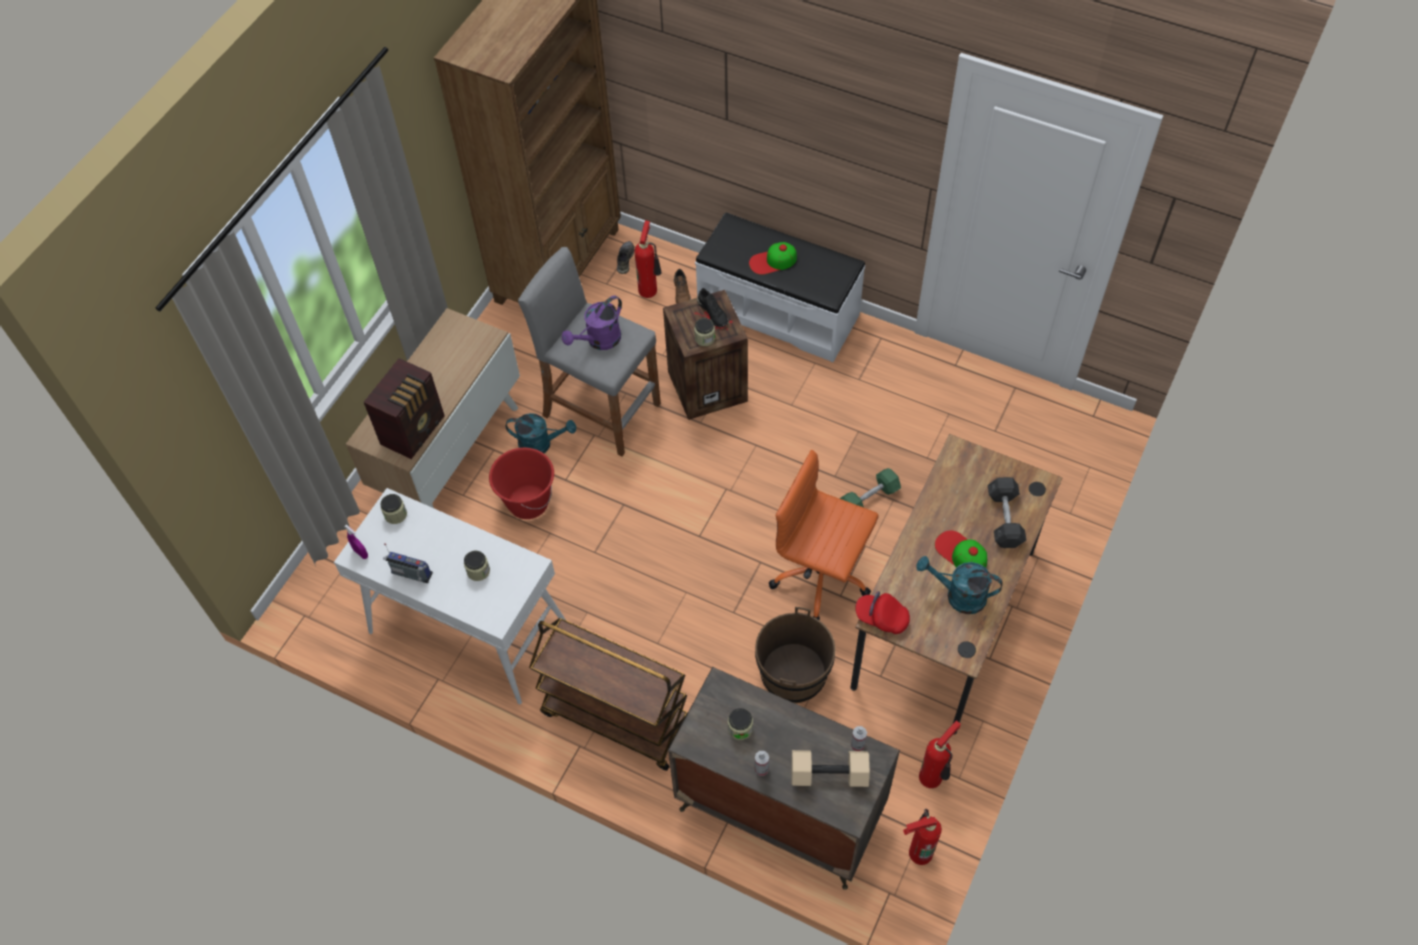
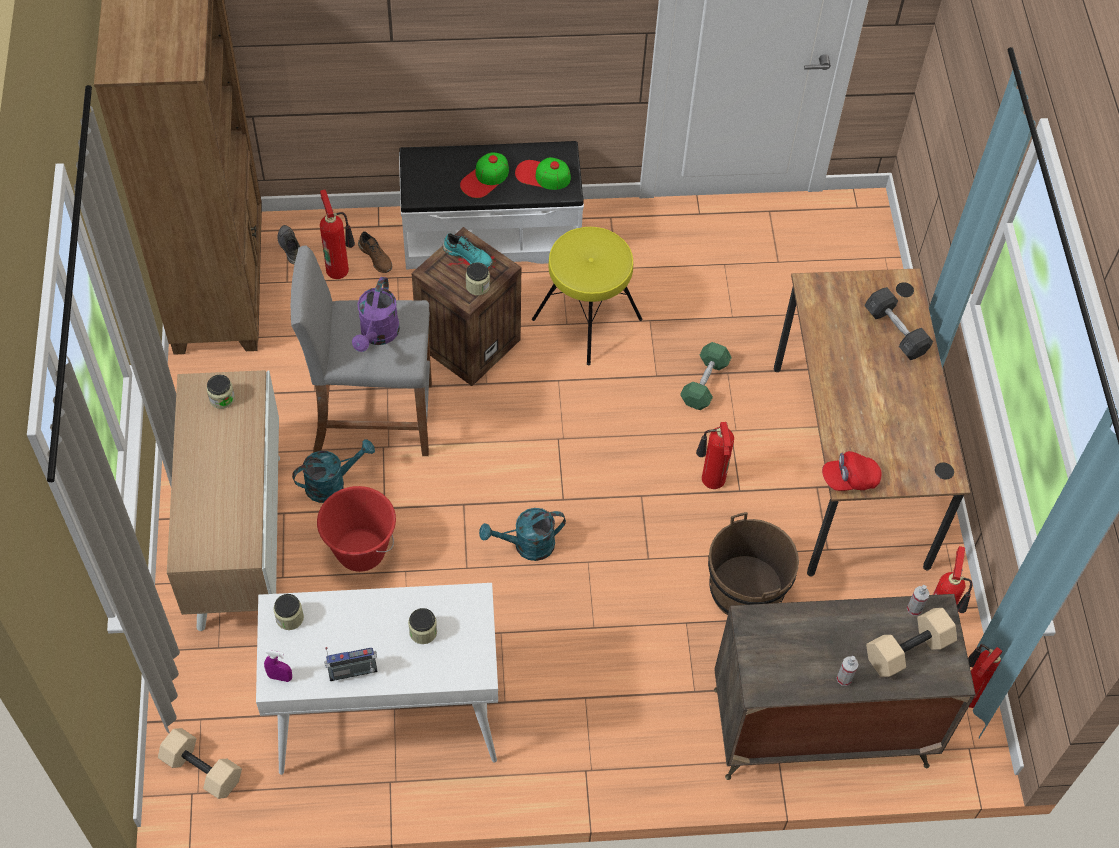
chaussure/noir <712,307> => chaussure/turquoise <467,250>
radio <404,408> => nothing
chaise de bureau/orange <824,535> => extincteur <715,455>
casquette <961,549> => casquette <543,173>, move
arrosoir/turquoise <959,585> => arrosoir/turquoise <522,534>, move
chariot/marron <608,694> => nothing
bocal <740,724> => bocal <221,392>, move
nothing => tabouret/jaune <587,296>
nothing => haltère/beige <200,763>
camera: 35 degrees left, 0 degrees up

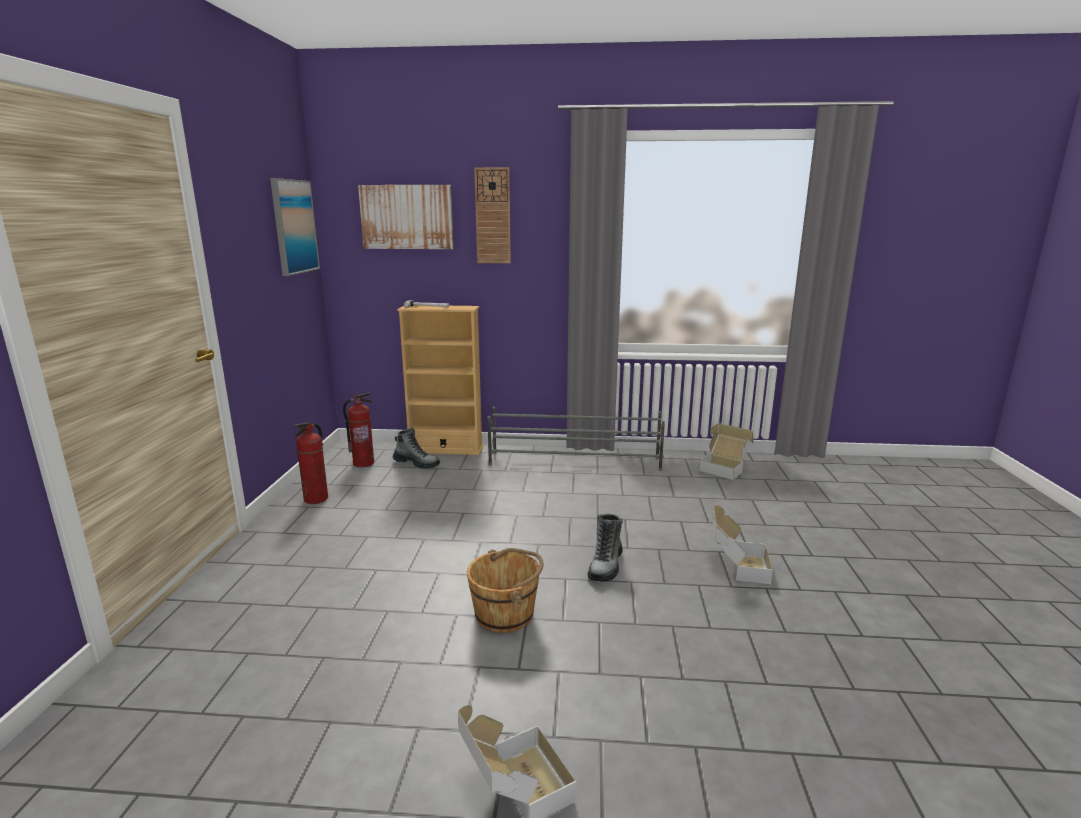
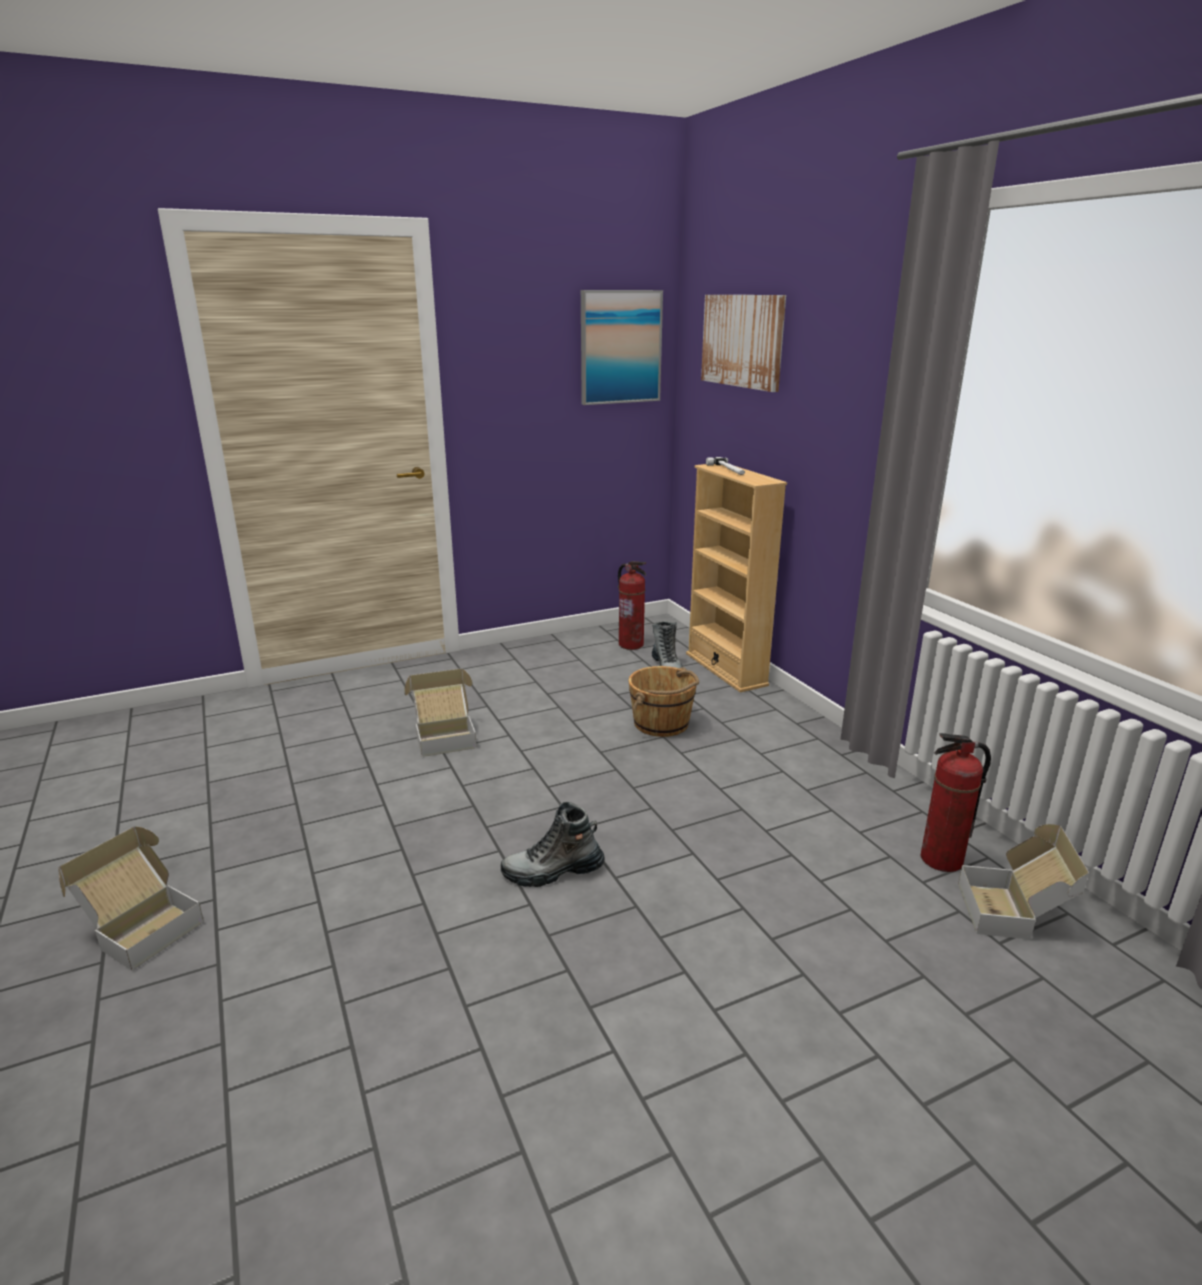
horloge murale <492,215> => nothing
étagère à chaussures/gris <576,439> => nothing
extincteur <311,463> => extincteur <955,802>, move
carton <742,544> => carton <440,712>, move
seau/marron <505,590> => seau/marron <663,701>, move
camera: 60 degrees right, 5 degrees up

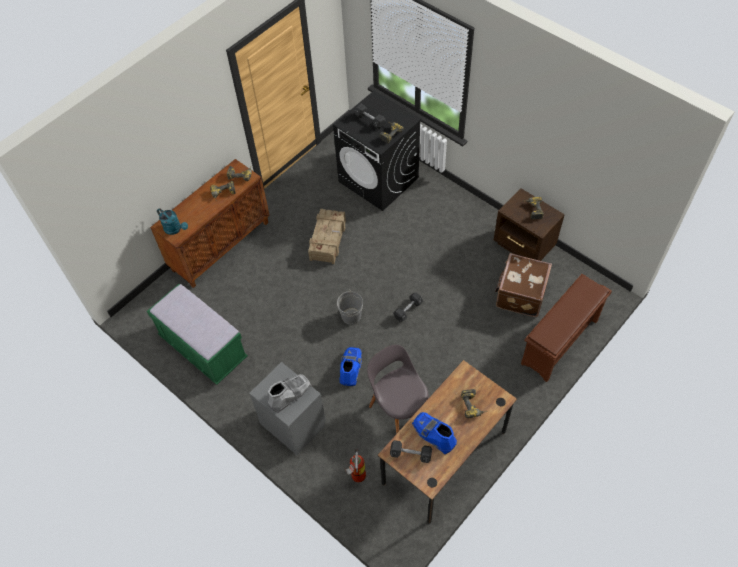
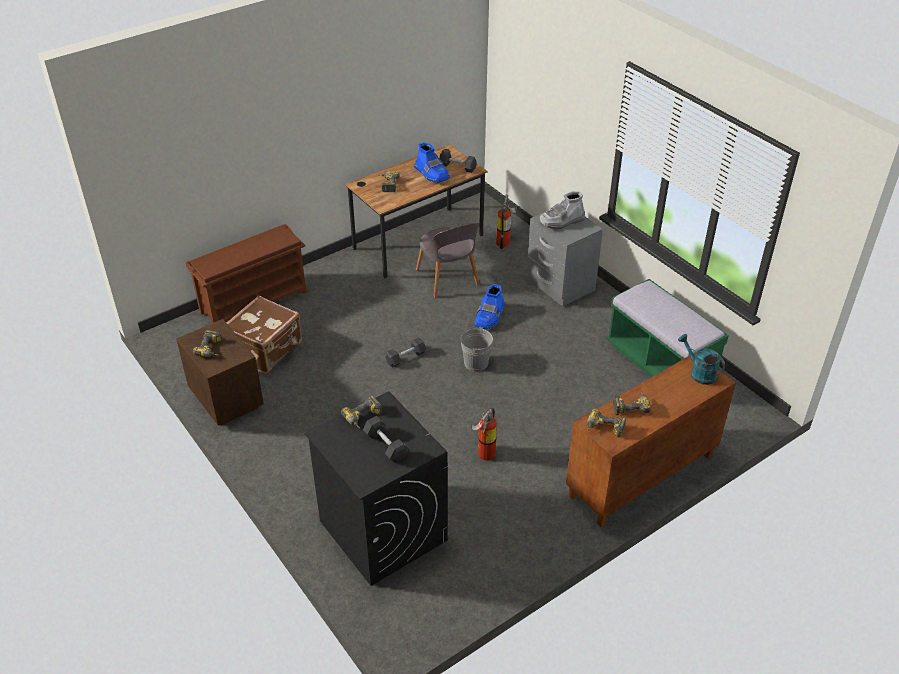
caisse <327,236> => extincteur <484,434>
camera: 170 degrees left, 15 degrees down

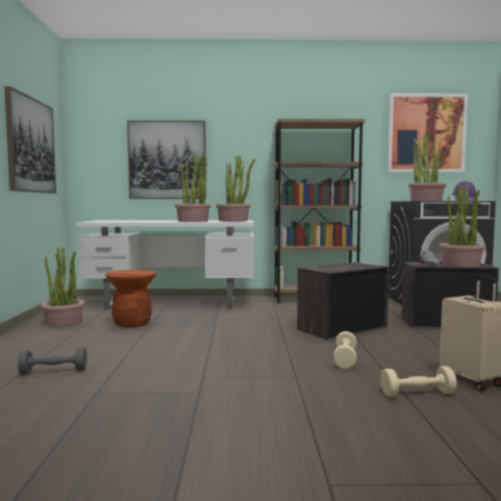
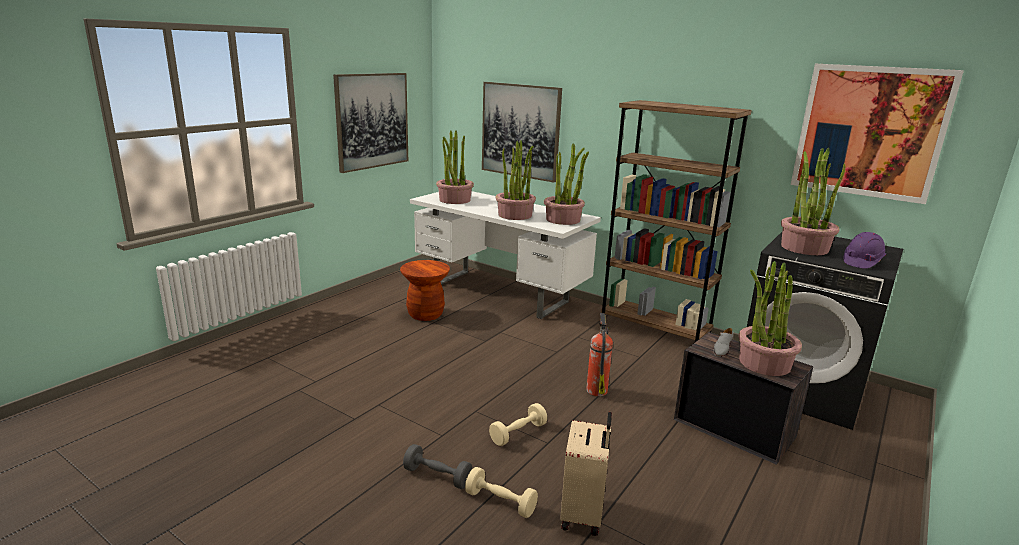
plante en pot <63,287> => plante en pot <455,167>, move
caisse <343,301> => extincteur <599,354>
haltère/gris <52,361> => haltère/gris <437,466>, move
camera: 35 degrees right, 15 degrees up

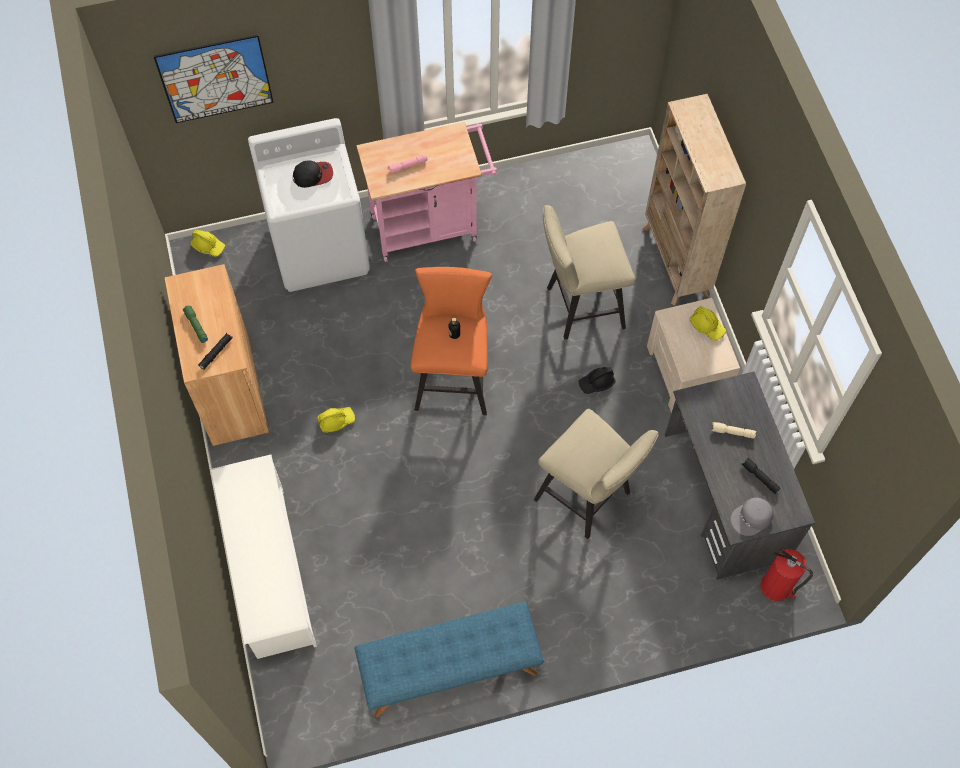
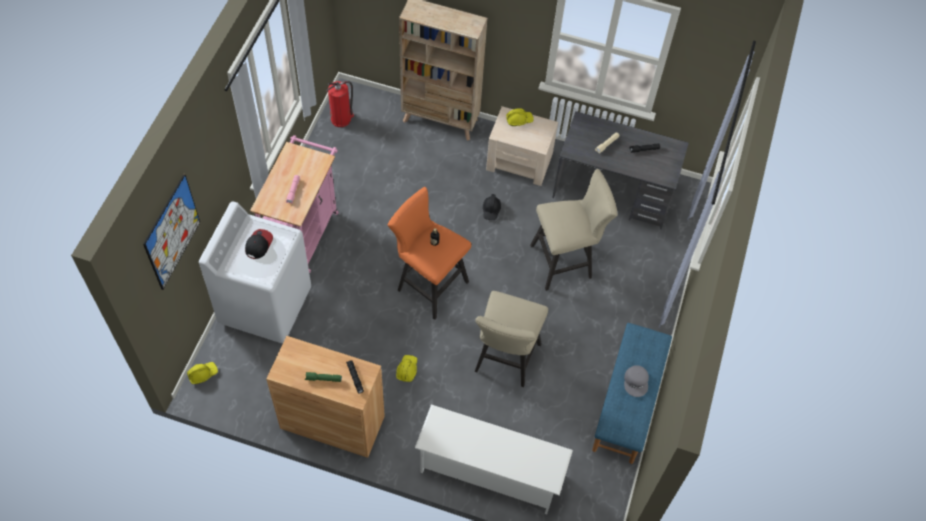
tabouret/beige <589,272> => tabouret/beige <511,339>, move
casquette/gris <752,517> => casquette/gris <636,381>, move
extincteur <786,575> => extincteur <340,104>, move
camera: 60 degrees left, 5 degrees down

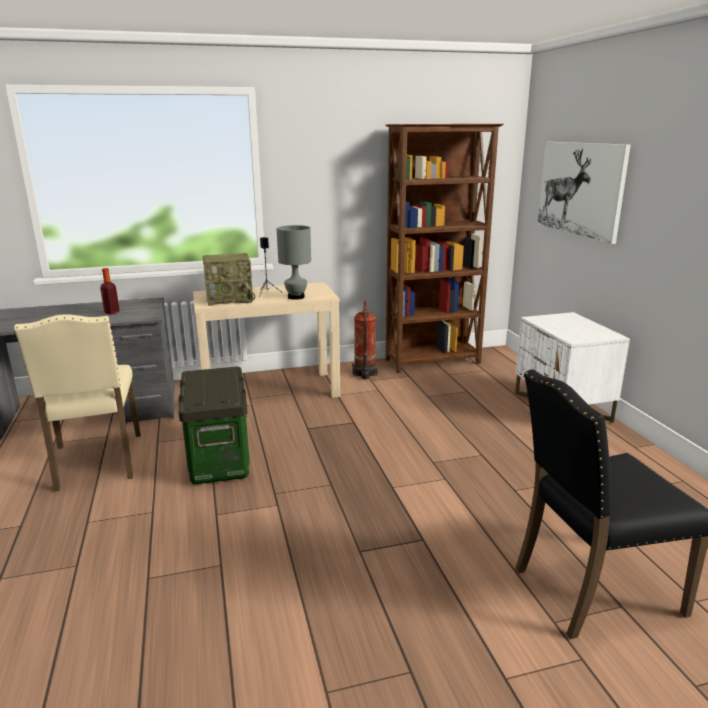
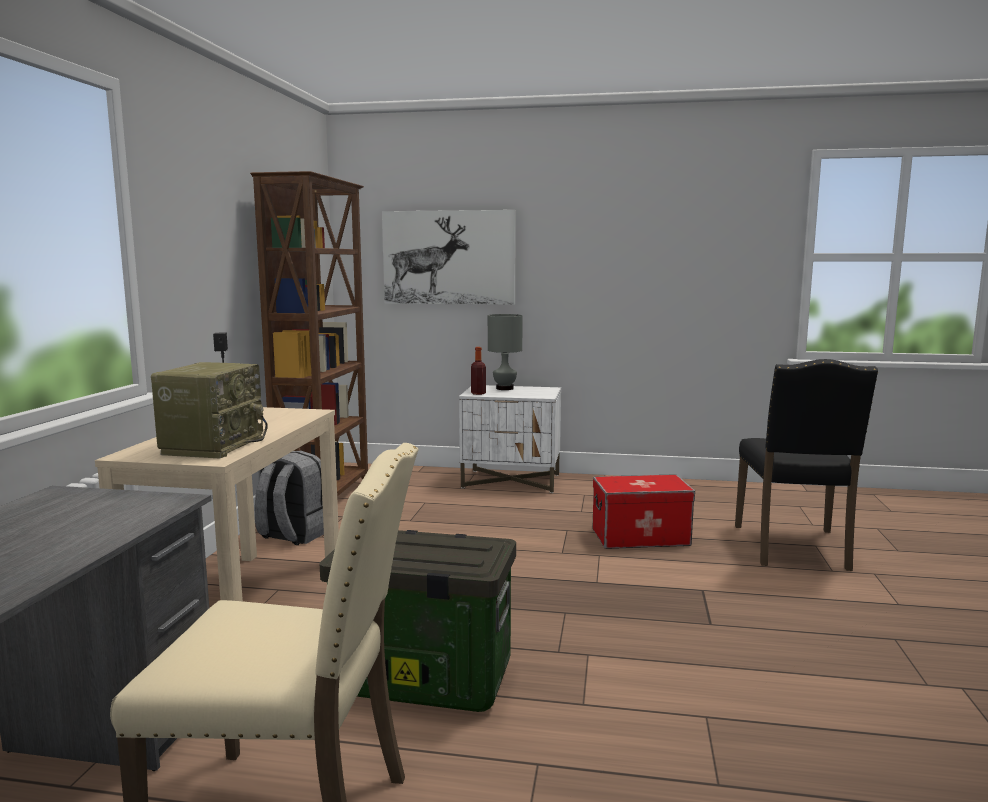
lampe de table/gris <293,262> => lampe de table/gris <505,352>, move
bouteille <110,291> => bouteille <478,371>, move
extincteur <365,340> => sac à dos/gris <289,498>
nothing => boîte de rangement <643,511>
camera: 65 degrees left, 10 degrees down

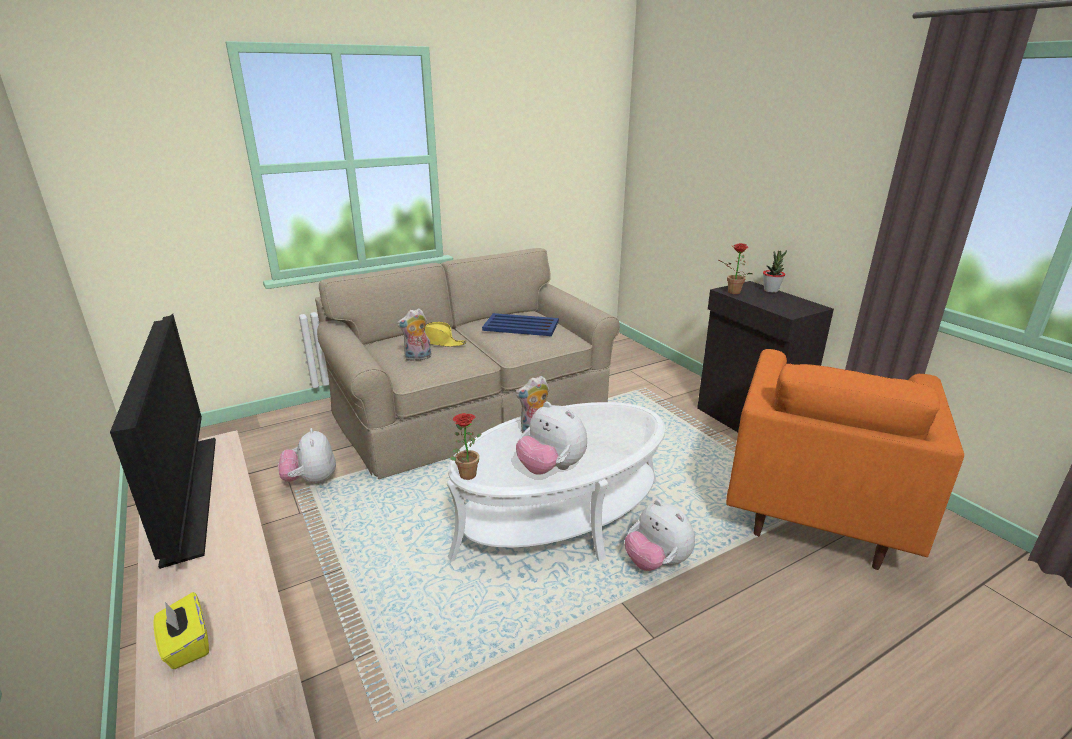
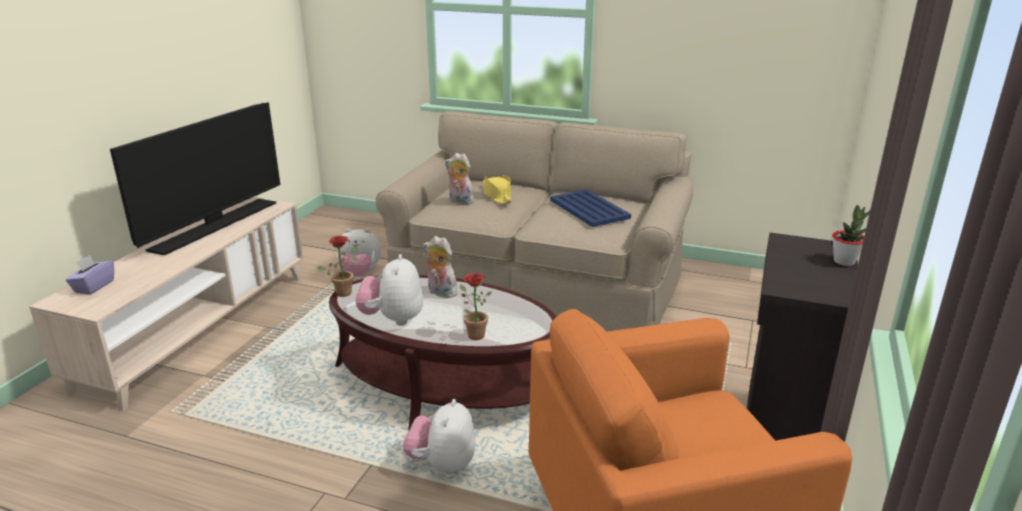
plante en pot <736,268> => plante en pot <476,306>, move
table basse/blanc <556,482> => table basse/marron <443,353>
peluche <307,456> => peluche <359,253>, 120 degrees counterclockwise
boîte à mouchoirs/jaune <181,630> => boîte à mouchoirs/violet <90,275>
camera: 50 degrees right, 0 degrees up

